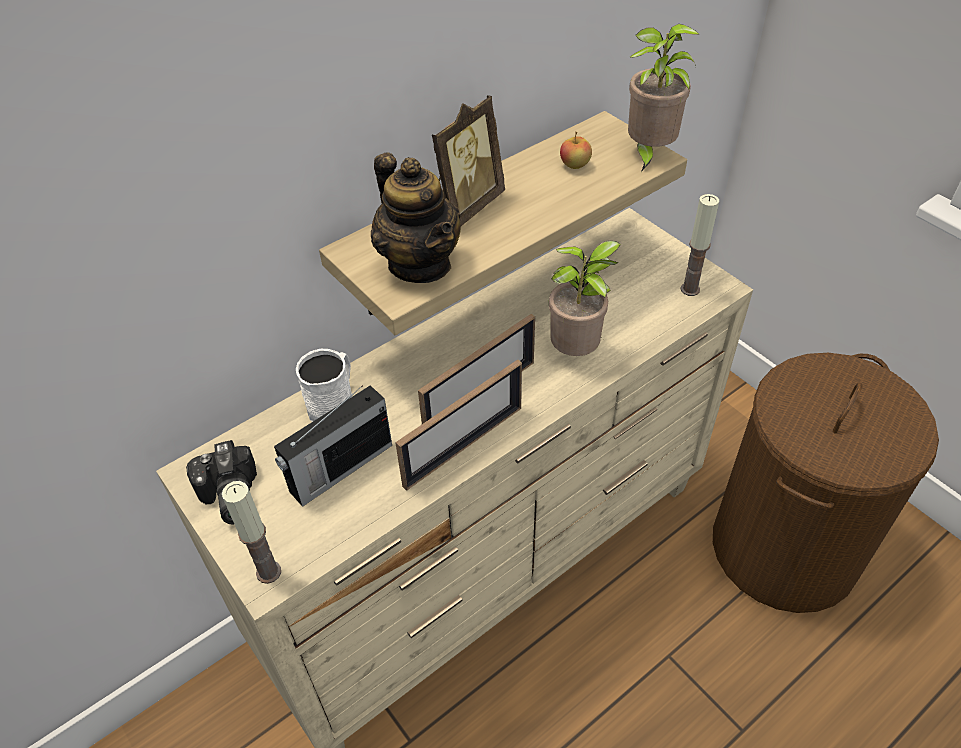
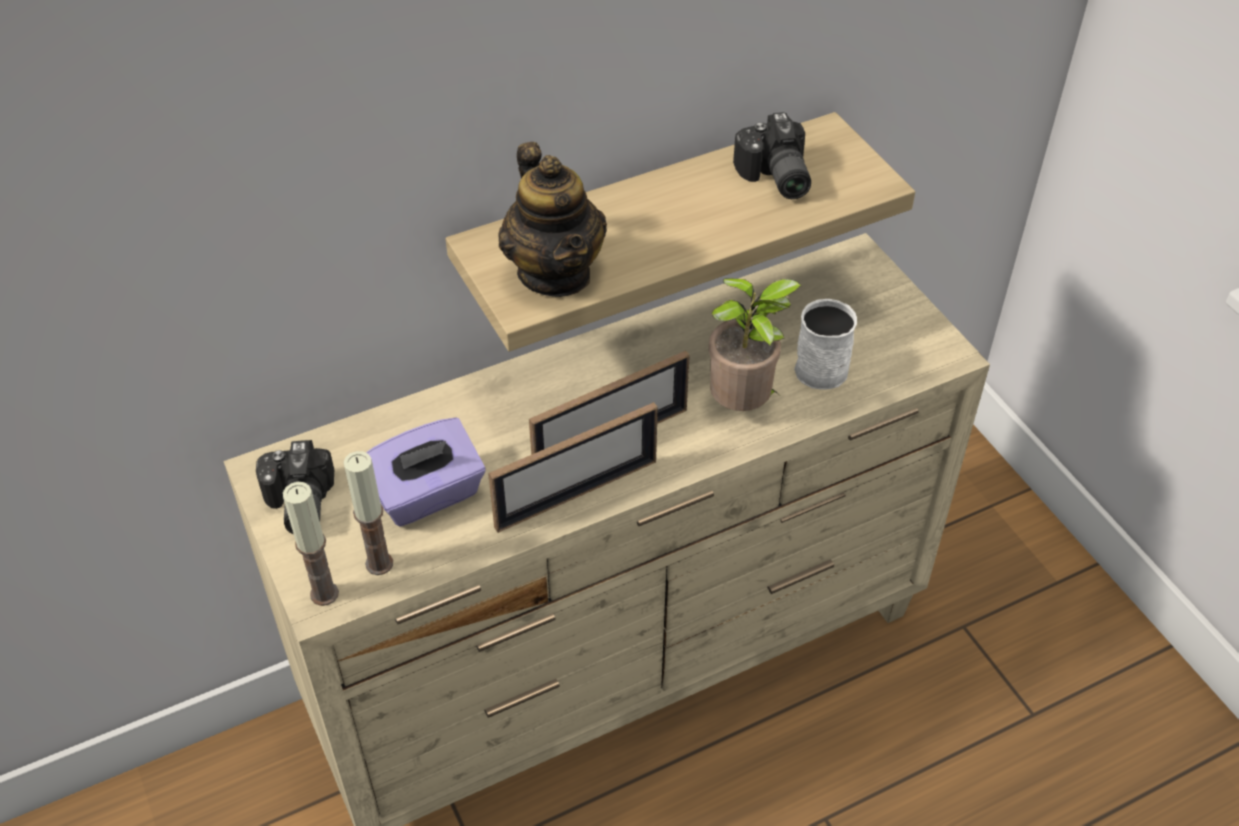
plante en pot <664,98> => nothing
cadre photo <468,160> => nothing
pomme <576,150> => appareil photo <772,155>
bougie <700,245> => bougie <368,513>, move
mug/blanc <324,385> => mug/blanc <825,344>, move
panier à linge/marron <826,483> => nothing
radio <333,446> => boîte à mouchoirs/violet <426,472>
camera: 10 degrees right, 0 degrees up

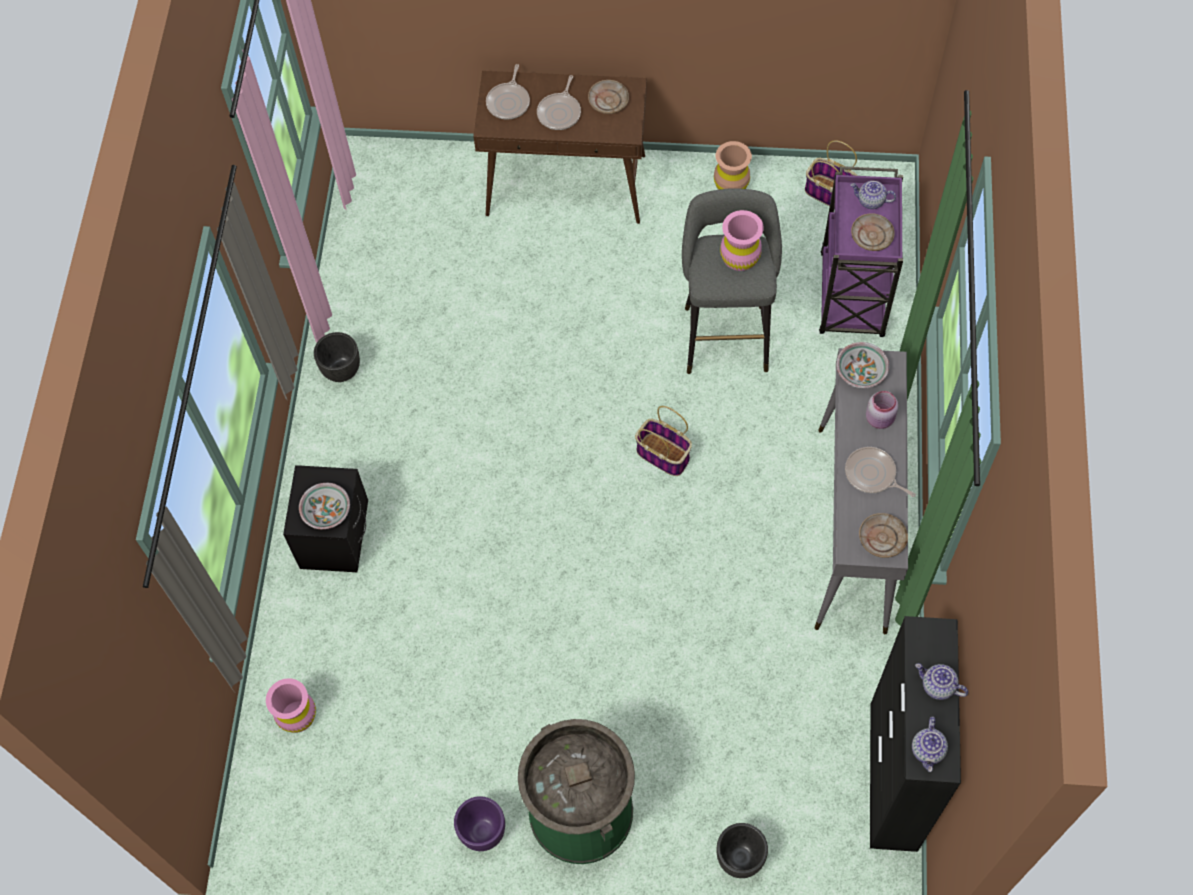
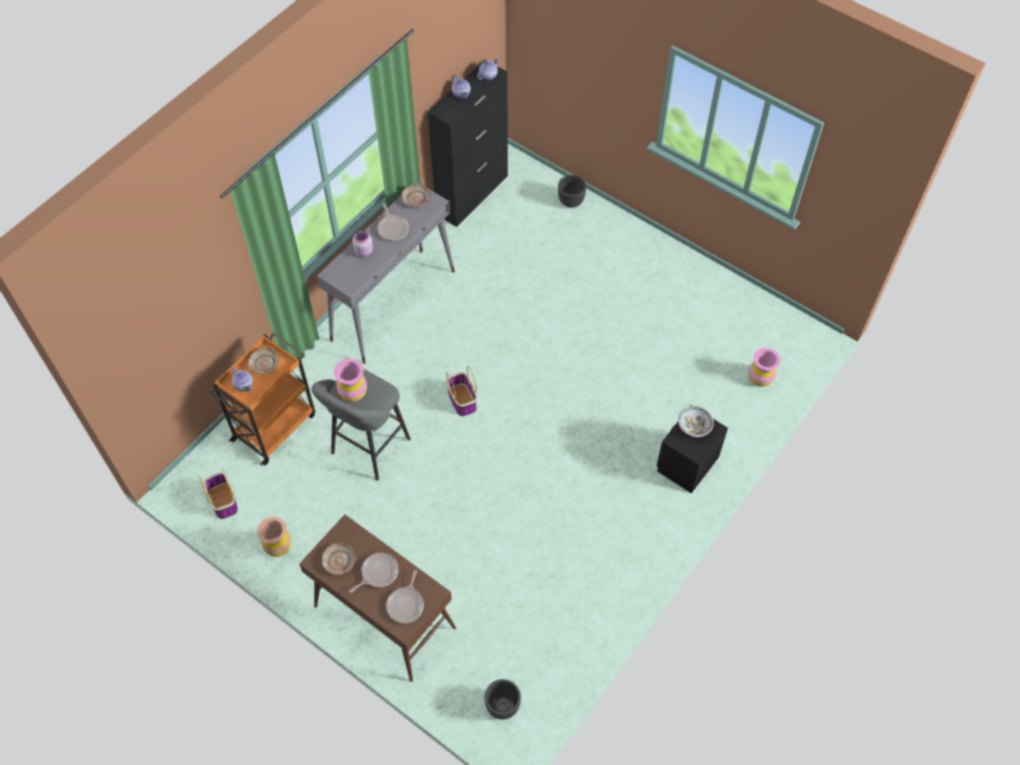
poêle <508,92> => poêle <405,596>, 150 degrees clockwise
chariot/violet <861,251> => chariot/orange <262,398>
cache-pot/noir <337,357> => cache-pot/noir <503,699>, move
bol <862,365> => nothing
poubelle/vert <576,791> => nothing
cache-pot/violet <479,823> => nothing
camera: 150 degrees left, 5 degrees down

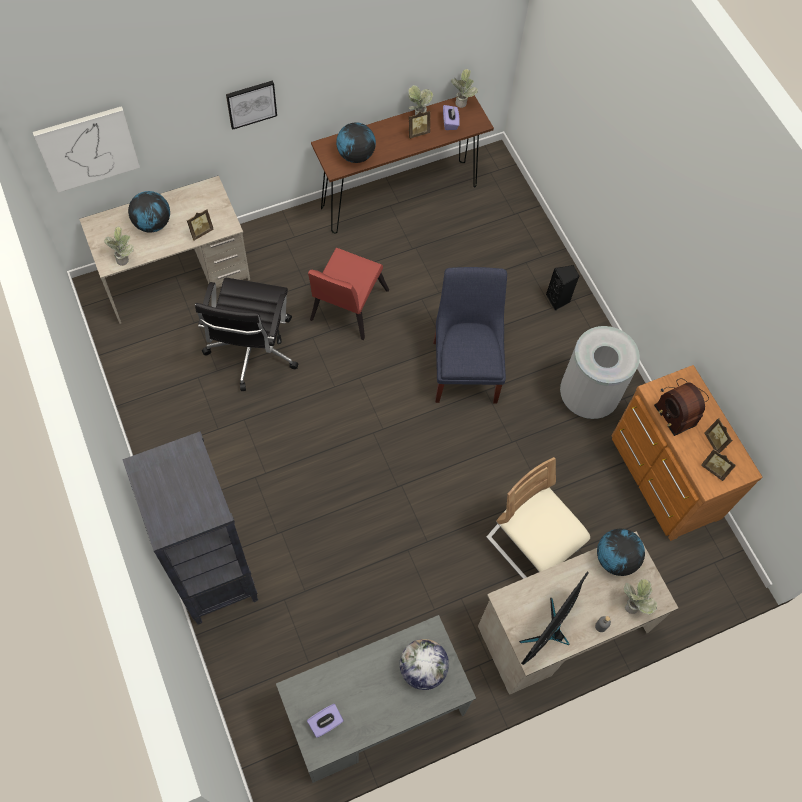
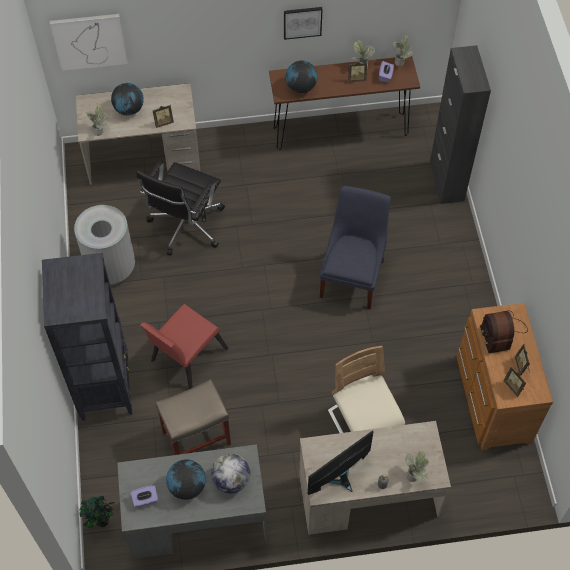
tableau <251,105> => tableau <303,23>, move
chaise/rouge <348,294> => chaise/rouge <184,346>, move
enceinte/noir <562,288> => nothing
poubelle/gris <600,372> => poubelle/gris <104,245>, move
globe <621,552> => globe <186,479>, move
nothing => meuble de rangement/noir <460,124>
nothing => tabouret/beige <193,417>
nothing => plante en pot <97,512>
camera: 20 degrees right, 5 degrees down

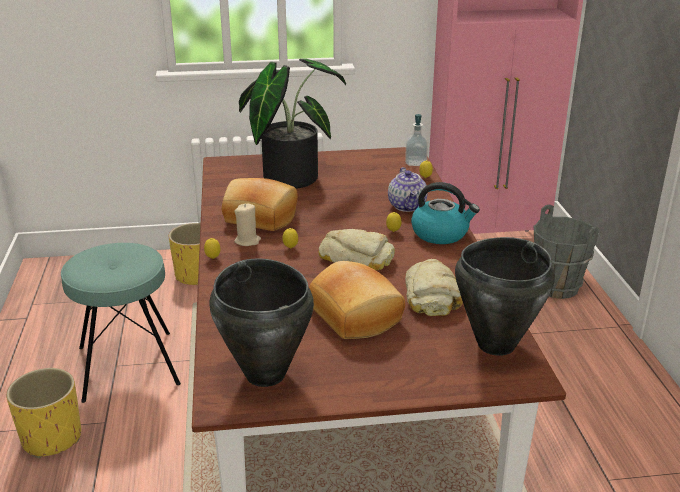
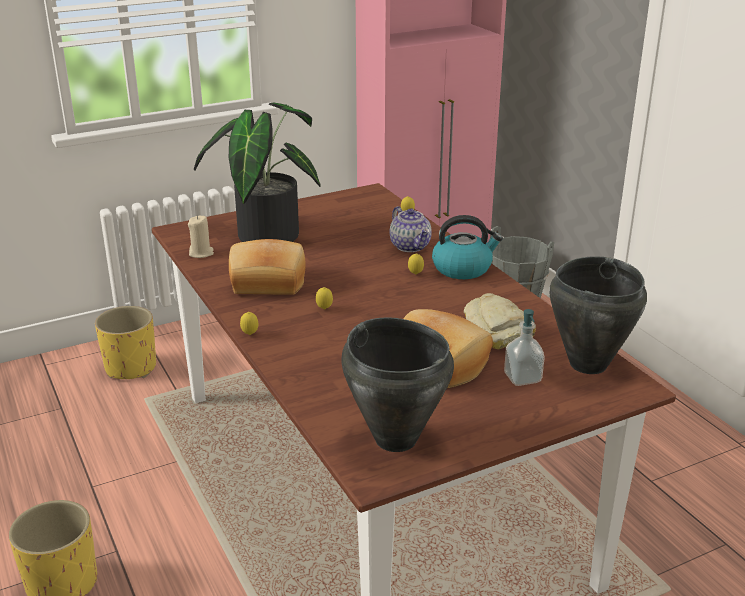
distributeur de savon <416,140> => distributeur de savon <524,347>, move
bougie/beige <247,225> => bougie/beige <201,236>, move
pain <357,249> => nothing
tabouret/turquoise <121,323> => nothing
camera: 20 degrees left, 0 degrees up

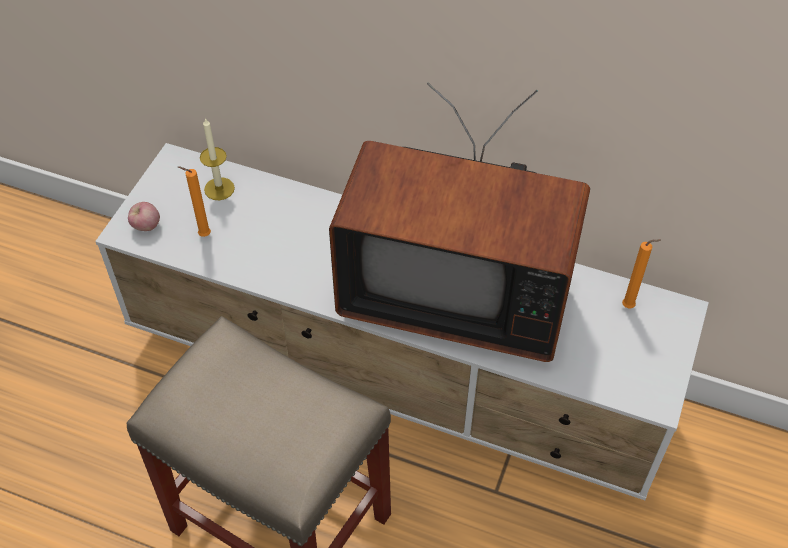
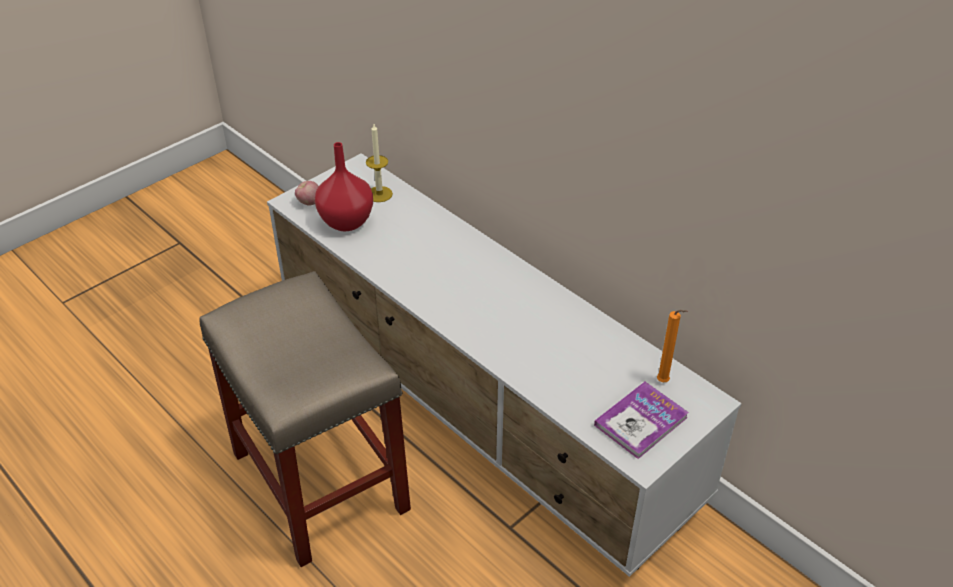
téléviseur <459,222> => nothing
bougie/orange <194,201> => vase/rouge <344,186>
nothing => livre <641,420>
camera: 25 degrees right, 10 degrees down

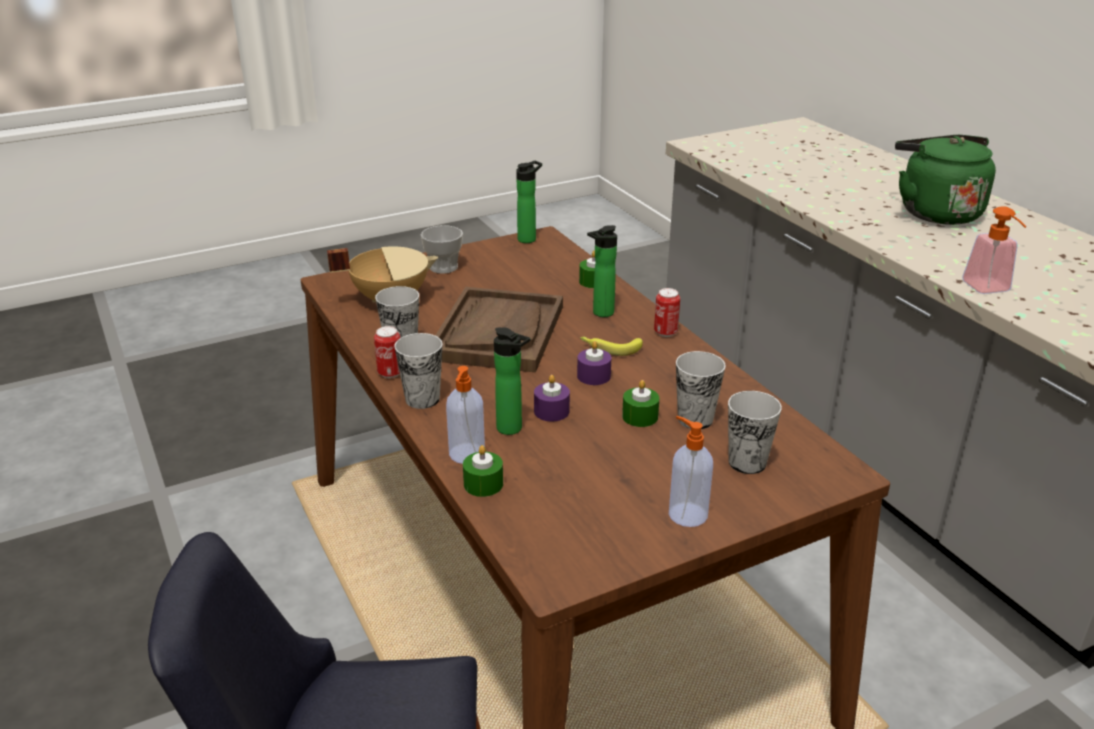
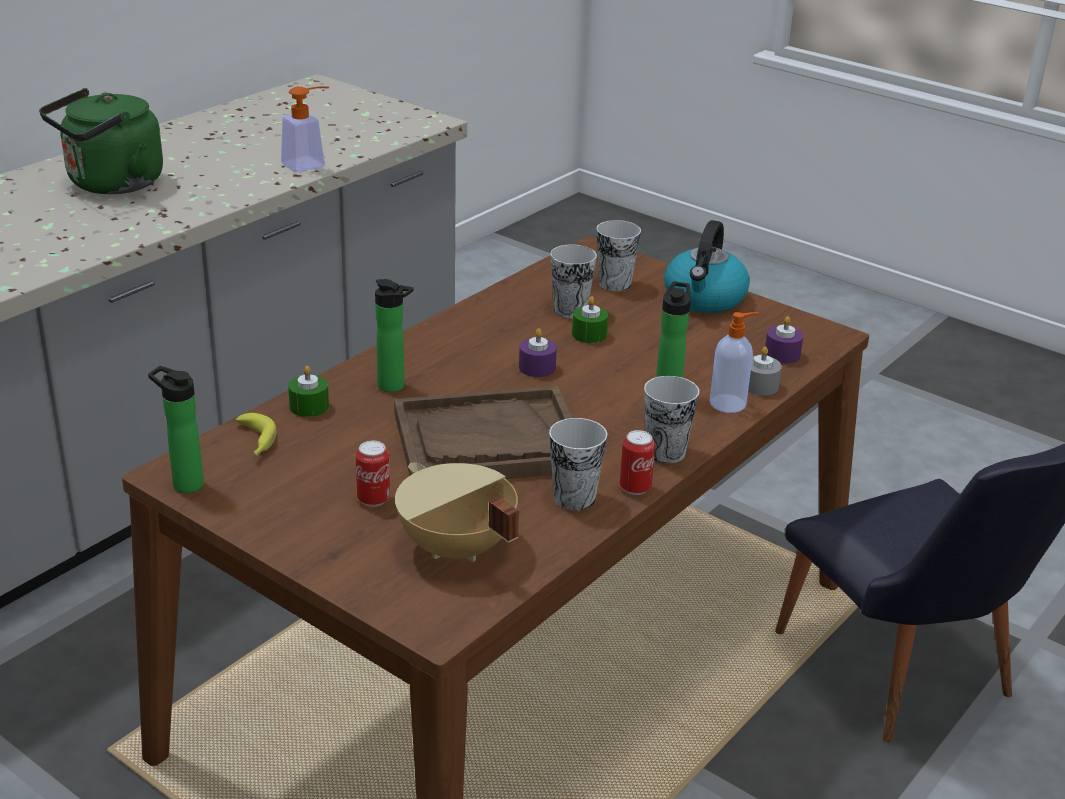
tasse <442,249> => nothing
boîte métallique <667,312> => boîte métallique <373,474>, move
banane <611,346> => banane <256,434>, move
bougie/violet <552,398> => bougie/violet <784,340>, move
distributeur de savon <691,471> => bouilloire <707,266>
bougie/vert <483,471> => bougie/gris <765,371>
camera: 115 degrees left, 0 degrees up

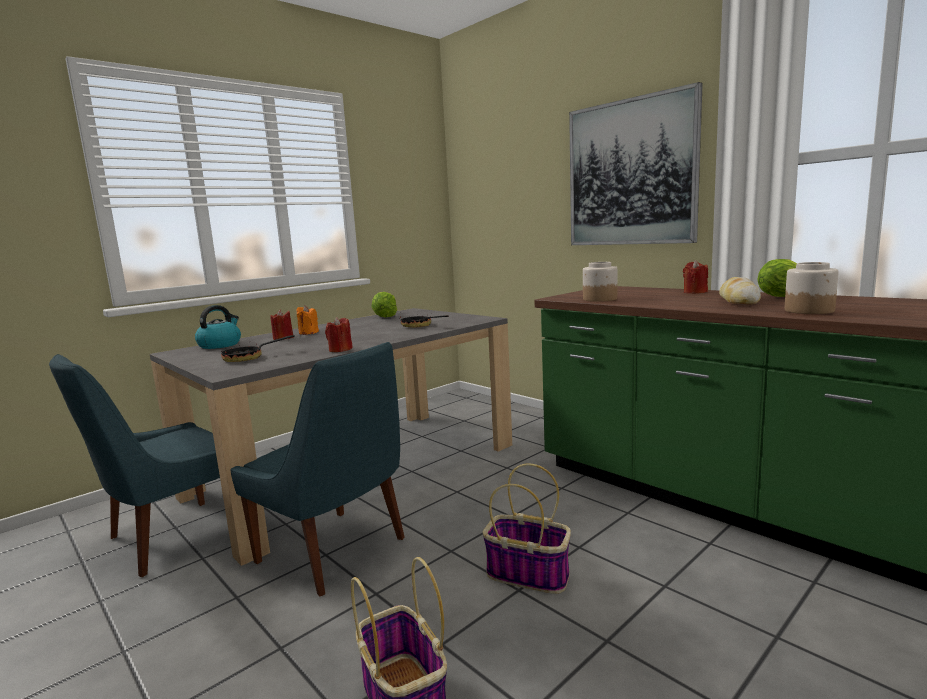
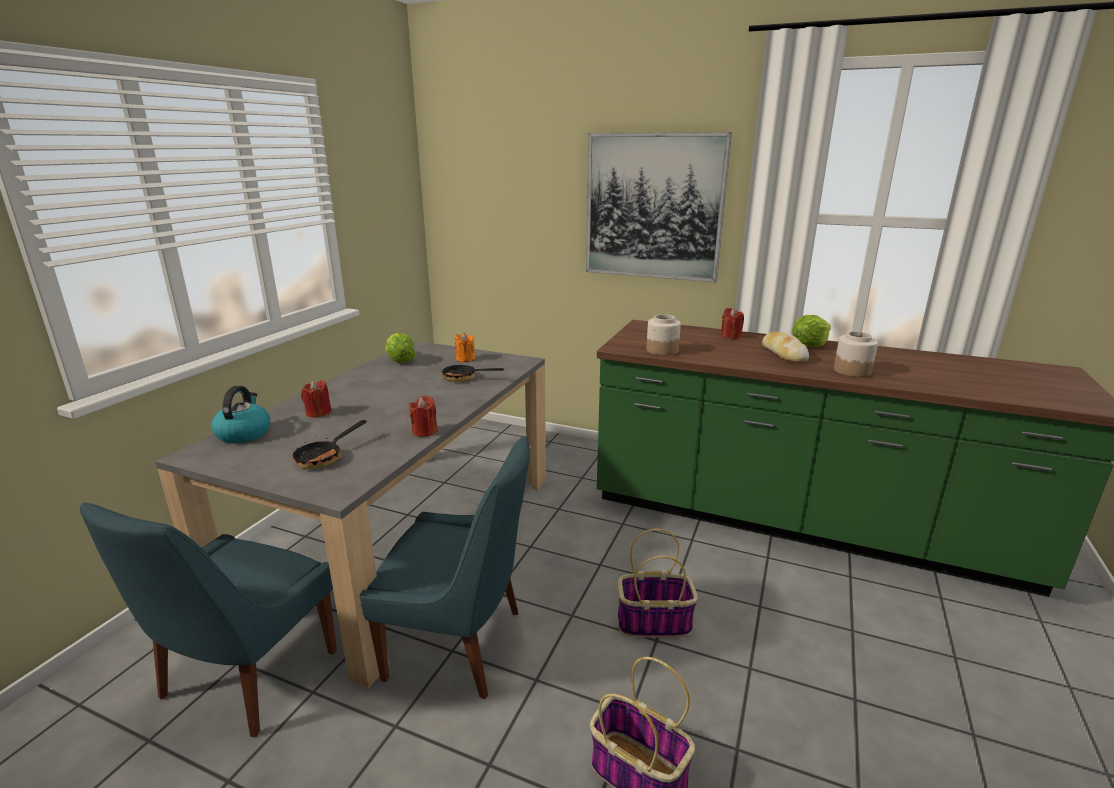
bougie/orange <308,320> => bougie/orange <465,347>, move
camera: 25 degrees left, 10 degrees up

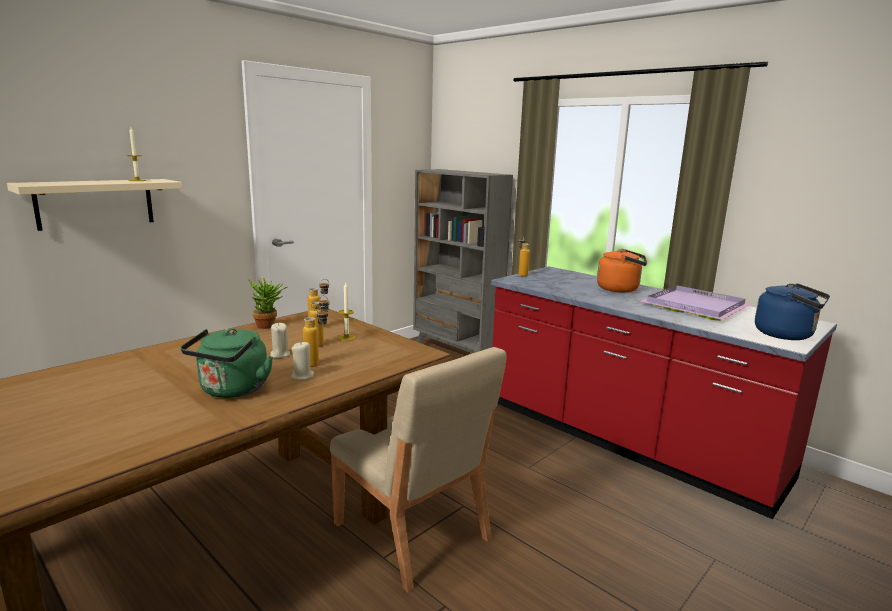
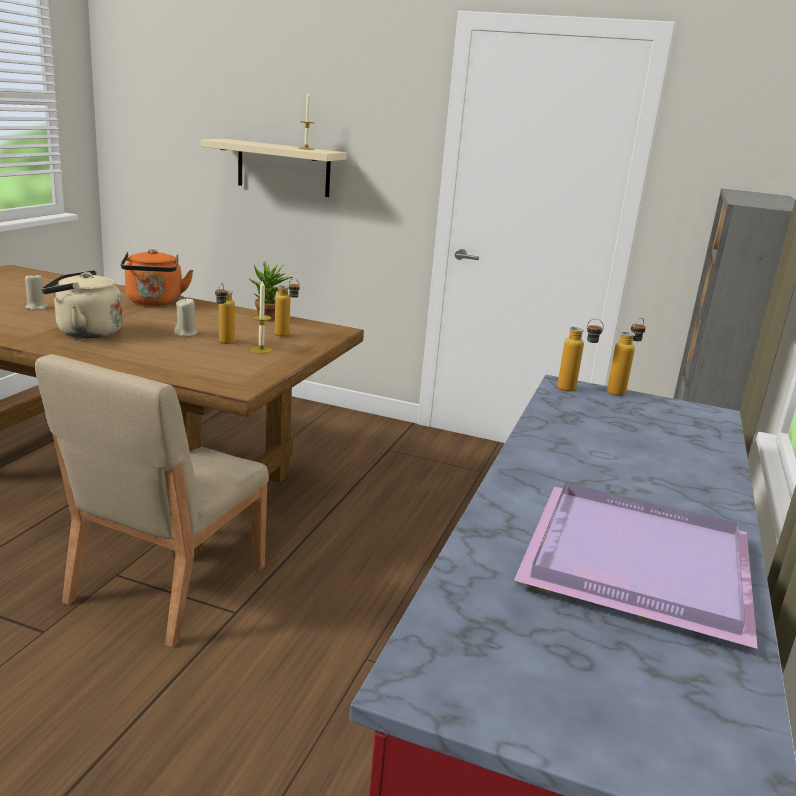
bouilloire/orange <622,271> => bouilloire/orange <157,277>, move
bouilloire/bleu <792,311> => nothing
bouteille <315,336> => bouteille <580,355>, move
bouilloire/vert <227,363> => bouilloire/beige <82,304>
bougie/beige <302,360> => bougie/beige <36,291>, move
camera: 65 degrees right, 5 degrees up

